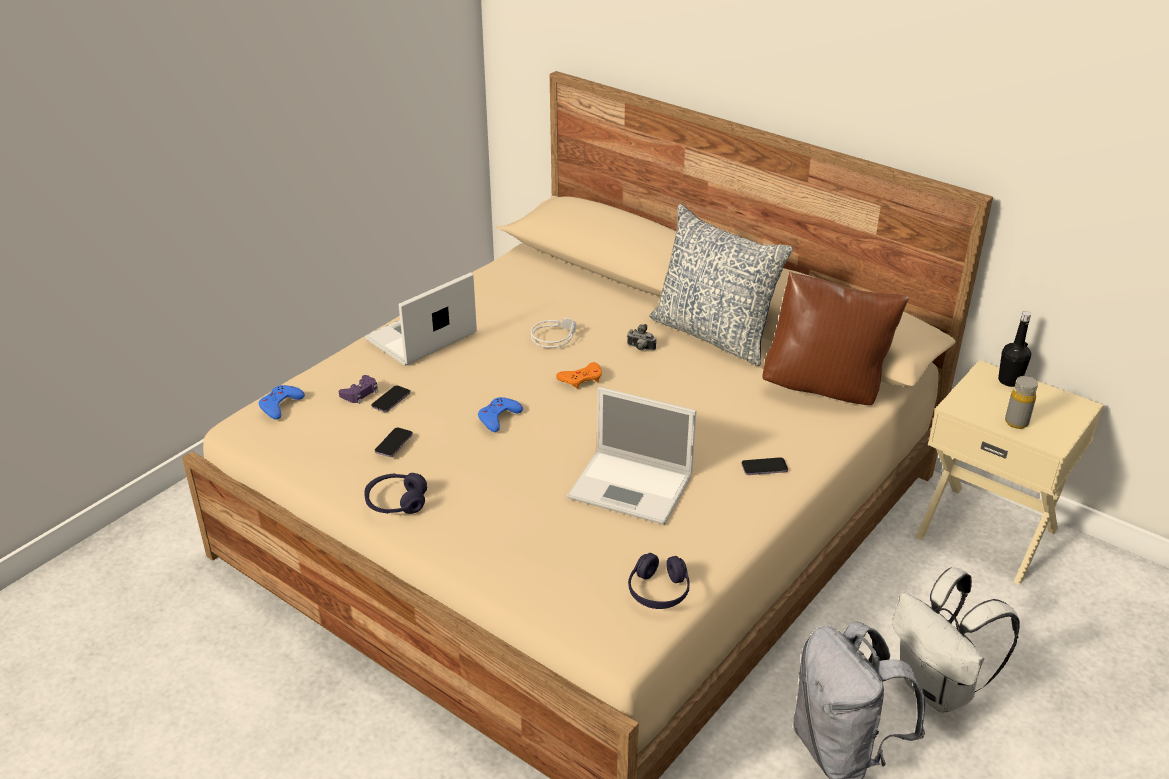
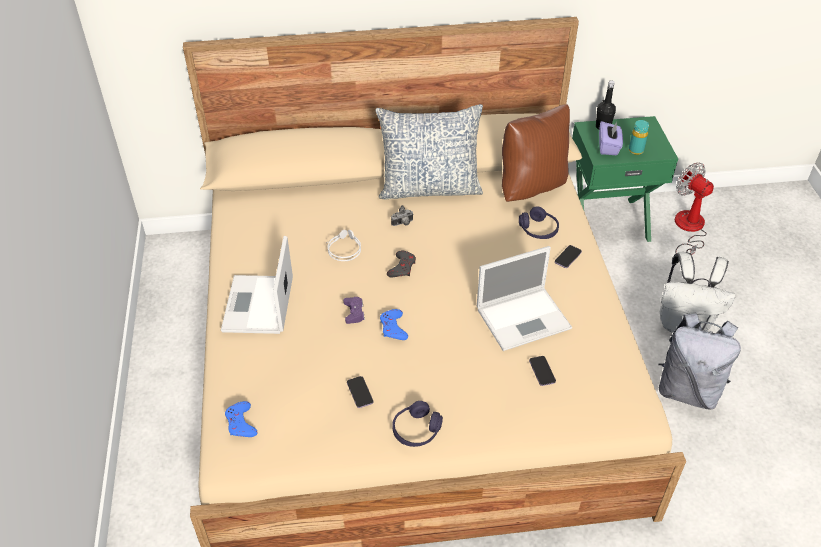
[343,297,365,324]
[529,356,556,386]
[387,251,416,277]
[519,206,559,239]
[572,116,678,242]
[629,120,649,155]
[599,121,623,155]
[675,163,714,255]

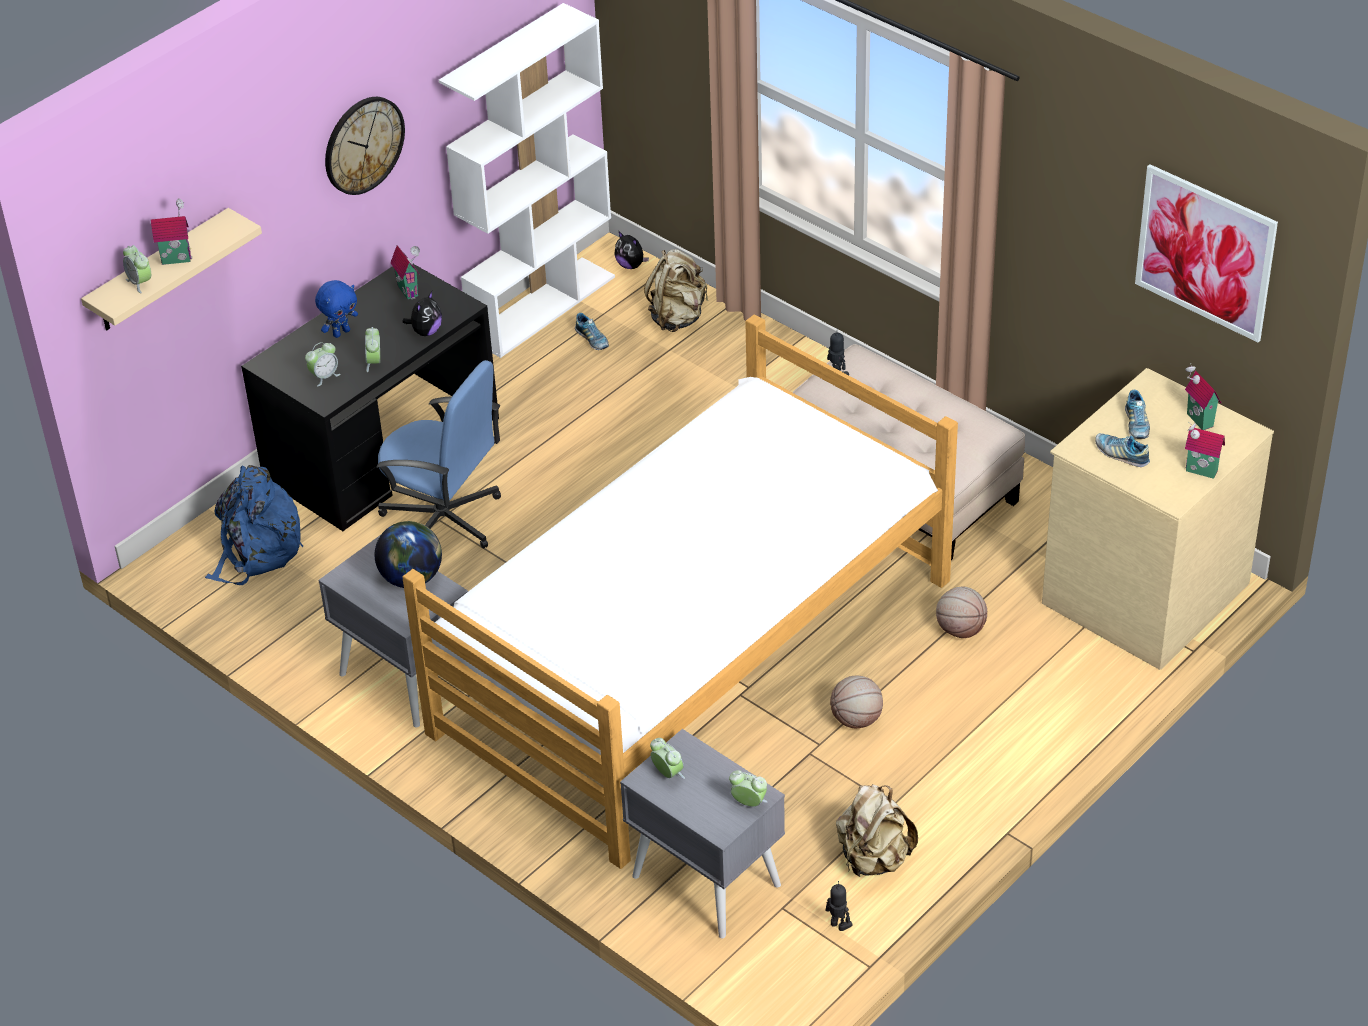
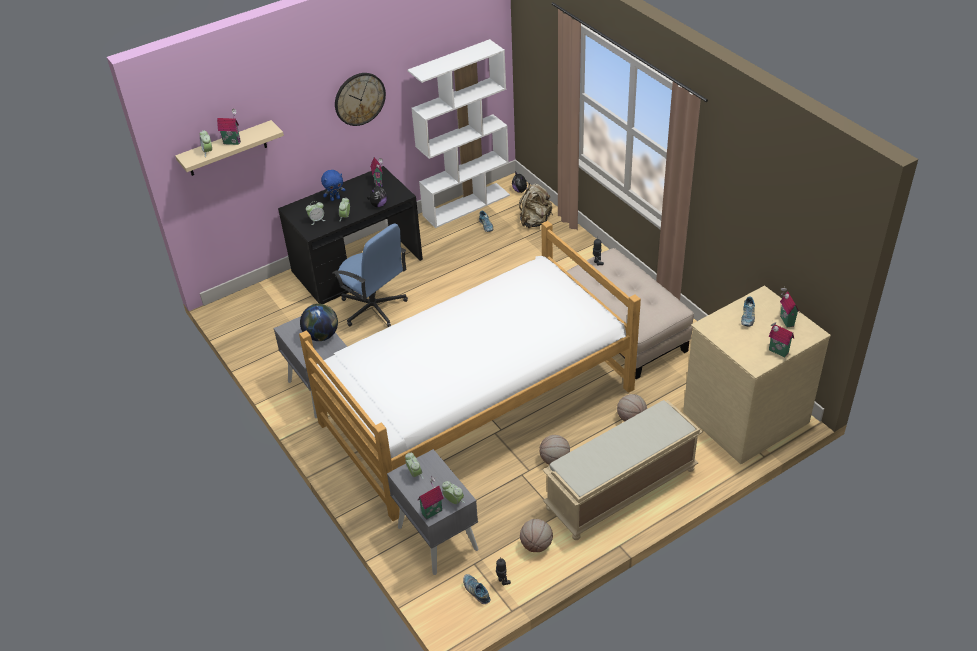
[205,465,303,585] (first image)
[520,519,553,552]
[463,574,491,604]
[1135,164,1278,342] (first image)
[417,476,444,520]
[543,400,703,540]

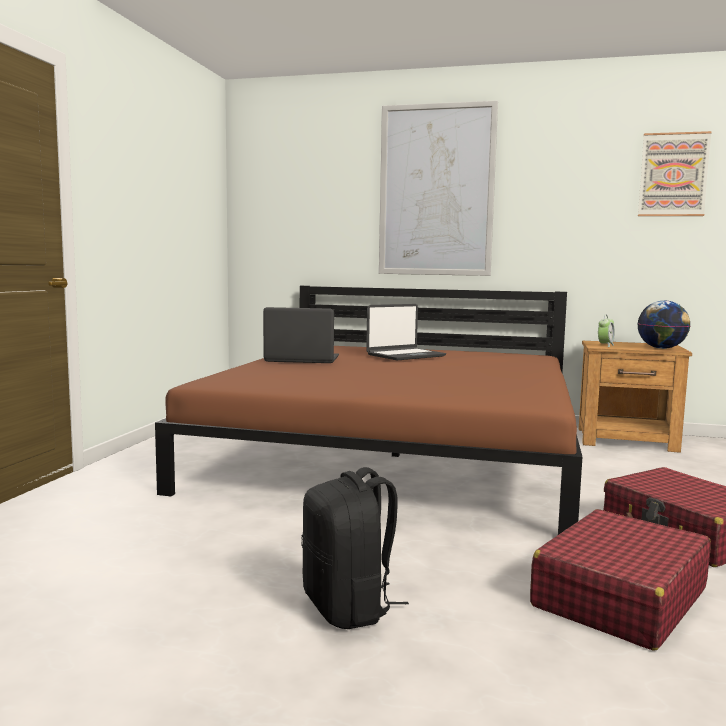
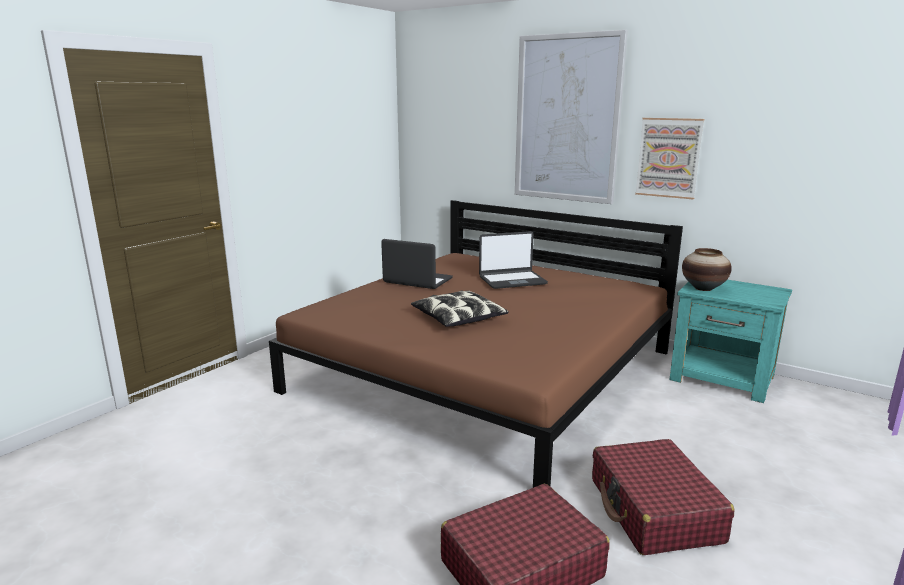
[301,467,409,629] (first image)
[669,280,792,403]
[682,248,732,291]
[637,301,690,349] (first image)
[635,118,704,199]
[411,290,509,327]

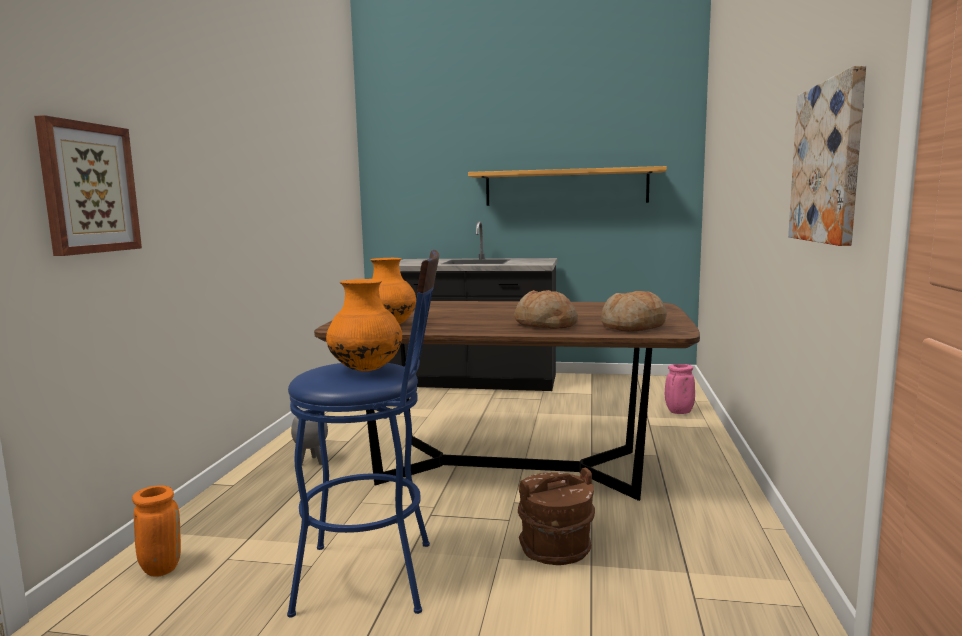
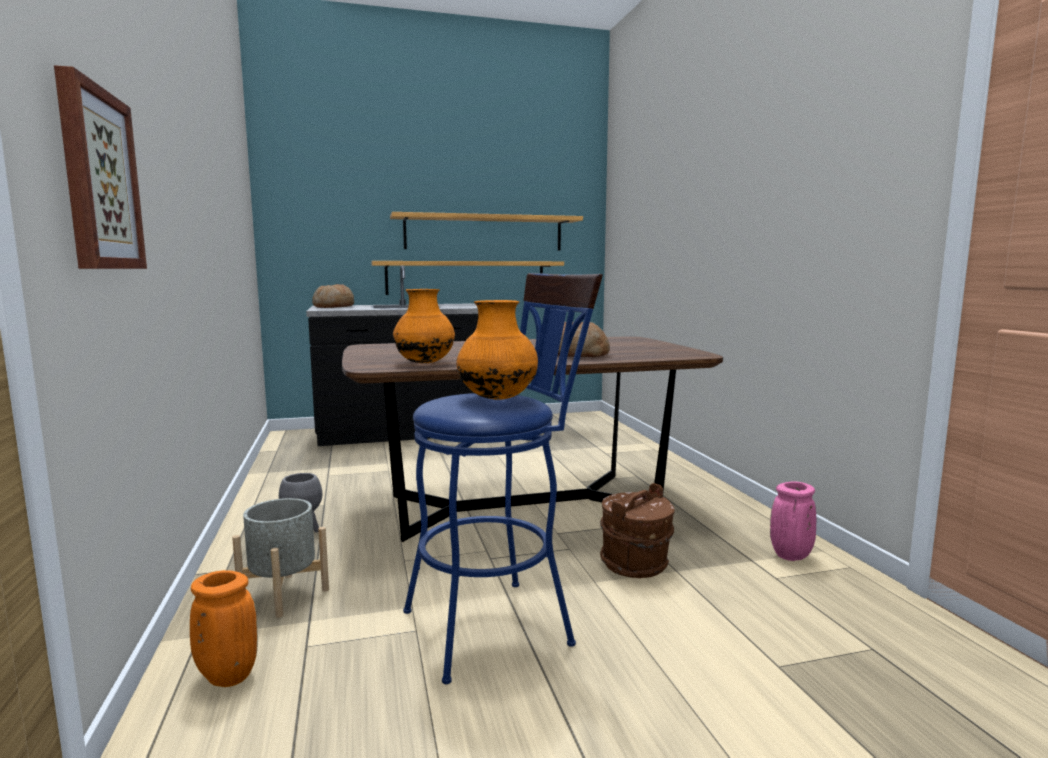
[312,284,354,308]
[770,482,816,561]
[788,65,866,246] (first image)
[232,498,329,618]
[372,261,564,295]

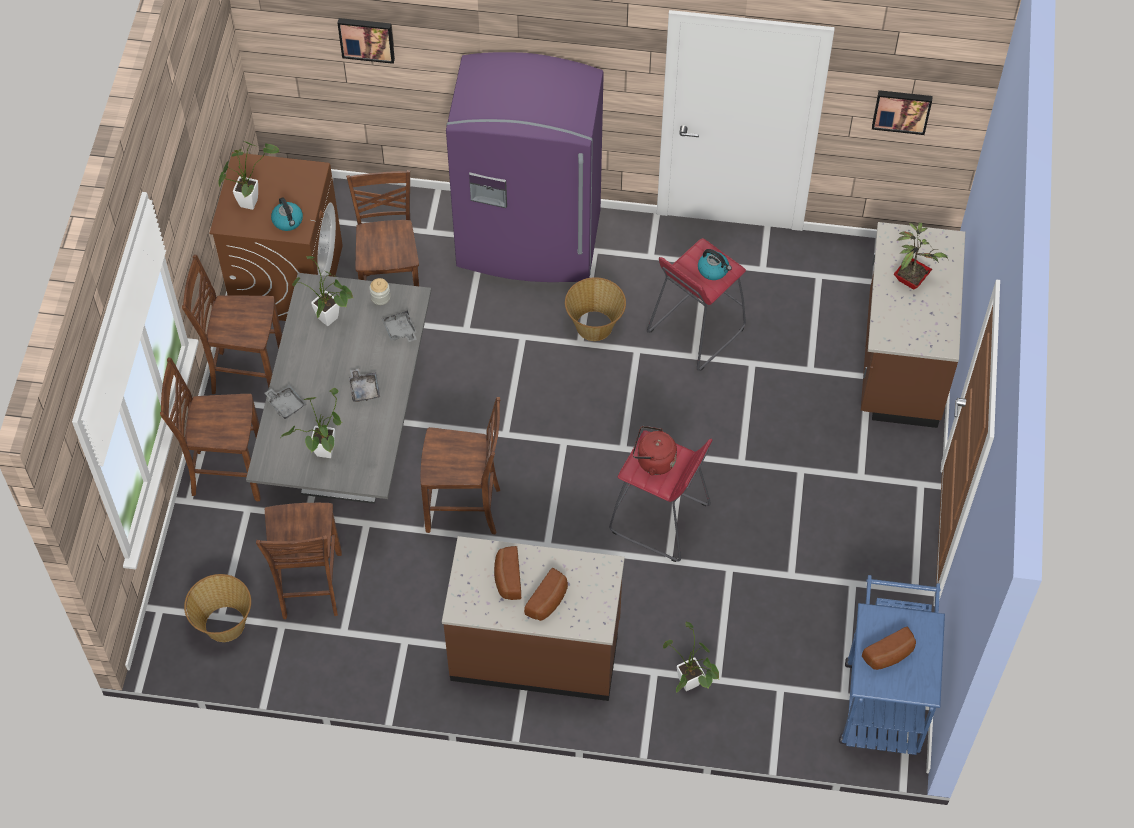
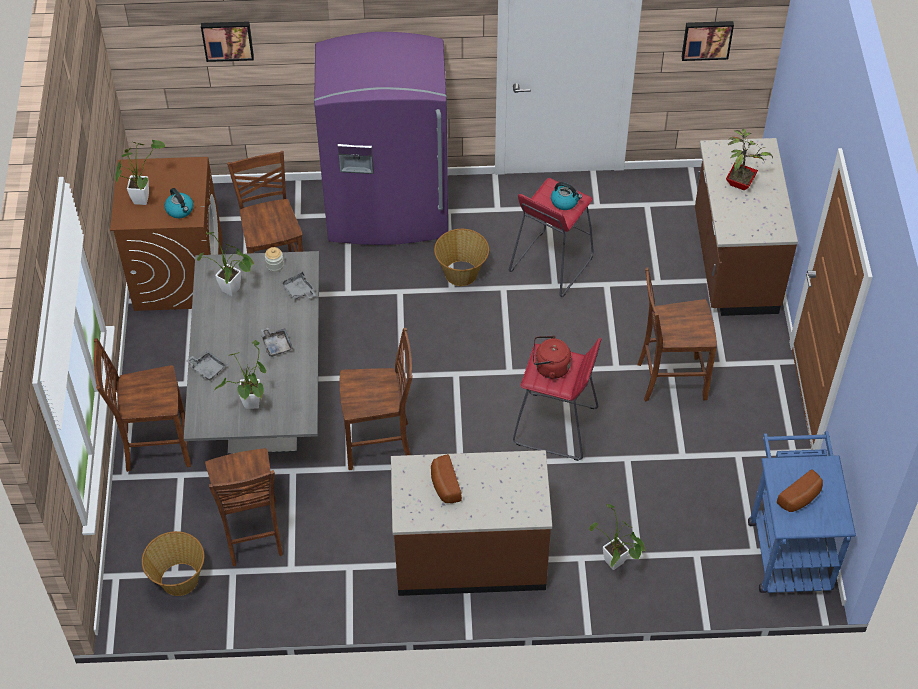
[637,268,717,401]
[524,568,568,621] (first image)

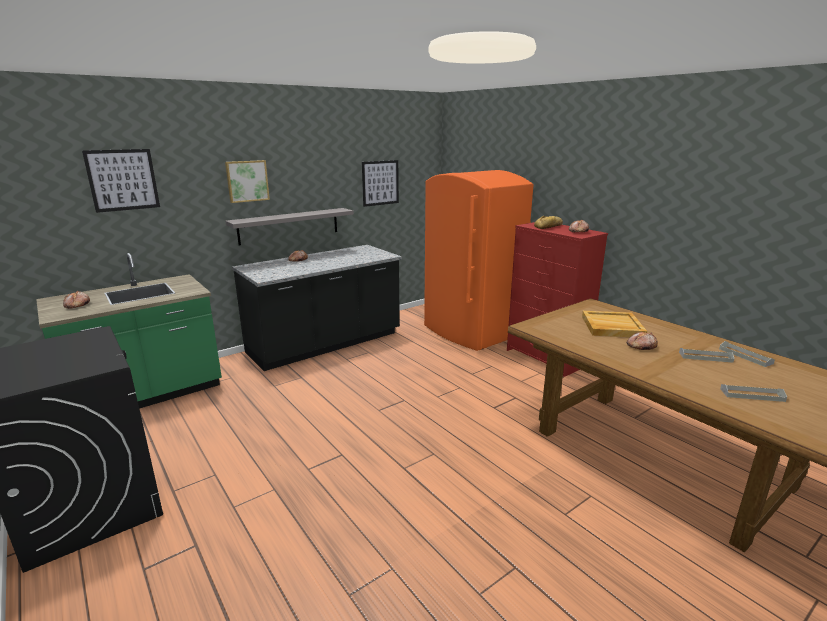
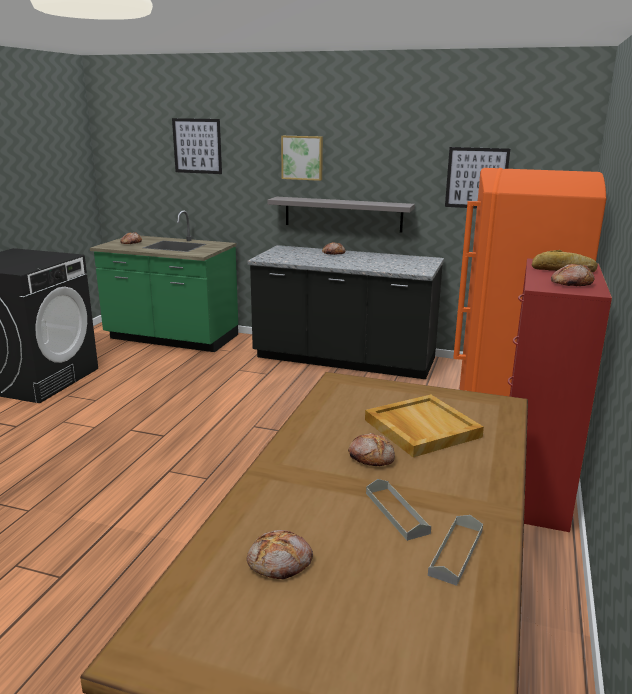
[247,530,313,580]

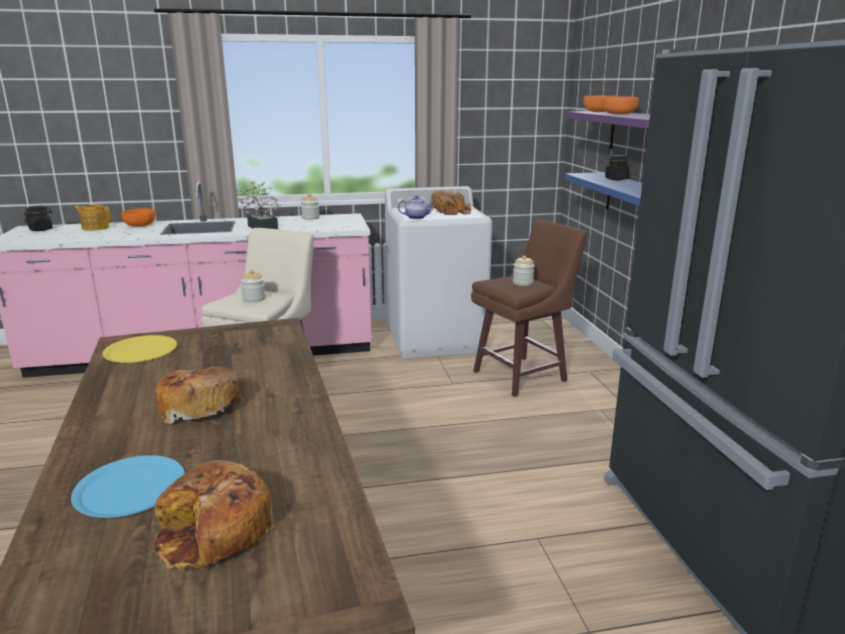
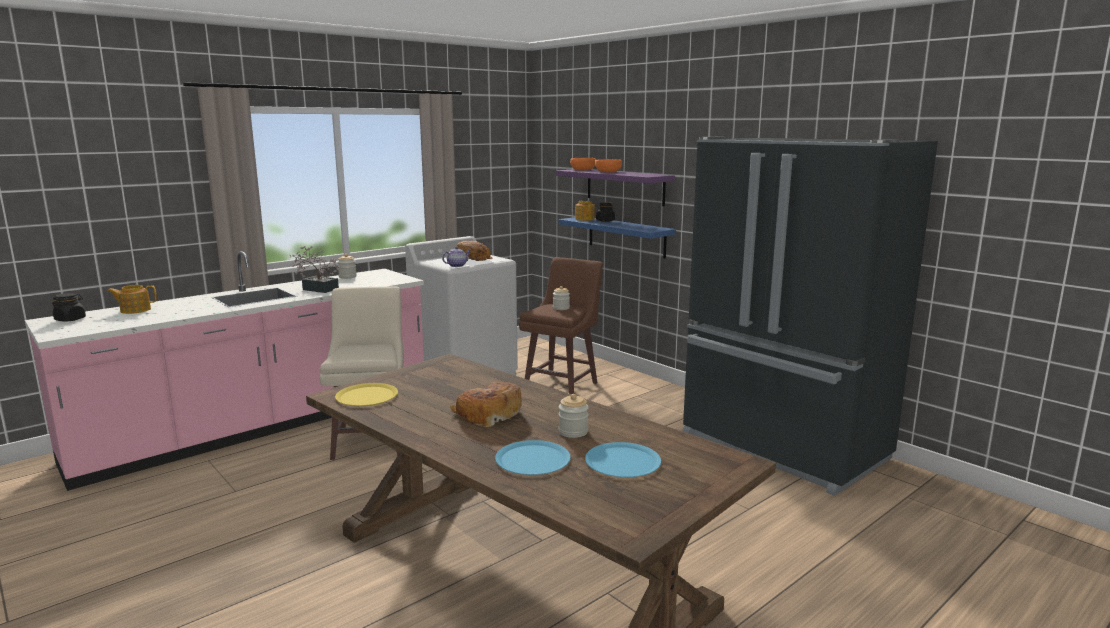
[121,208,156,227] (first image)
[585,442,661,477]
[558,394,589,438]
[575,201,595,221]

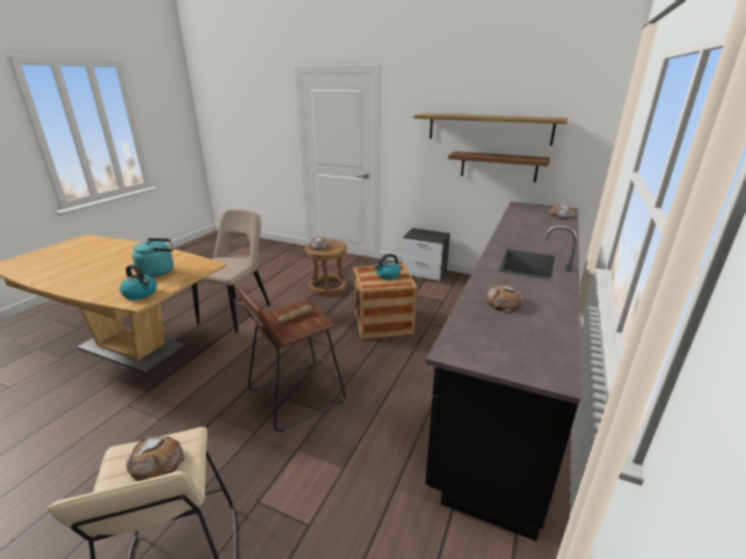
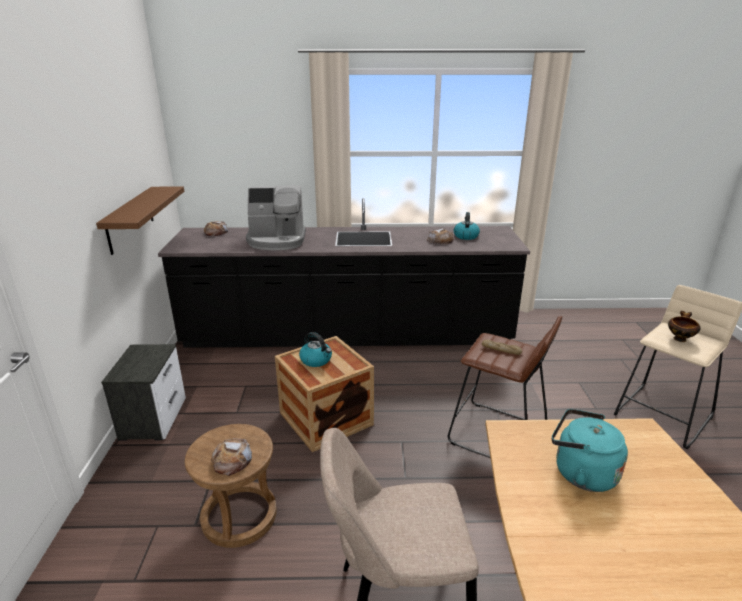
[454,212,480,240]
[668,311,701,342]
[414,113,568,145] (first image)
[246,185,306,250]

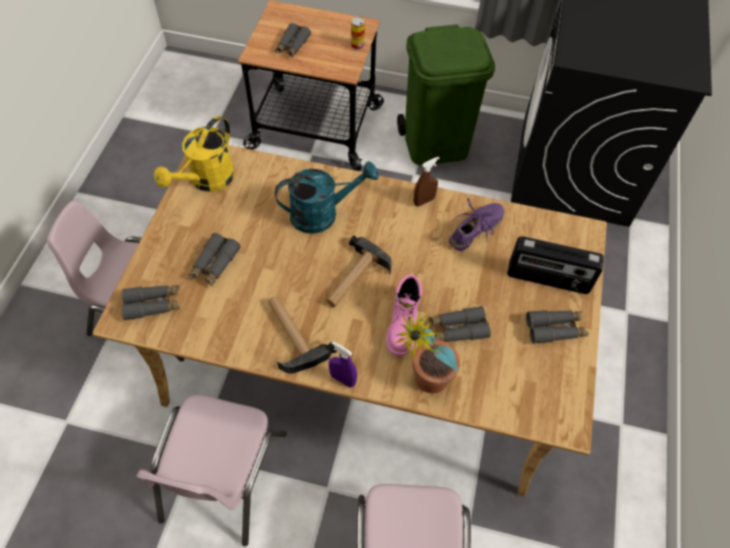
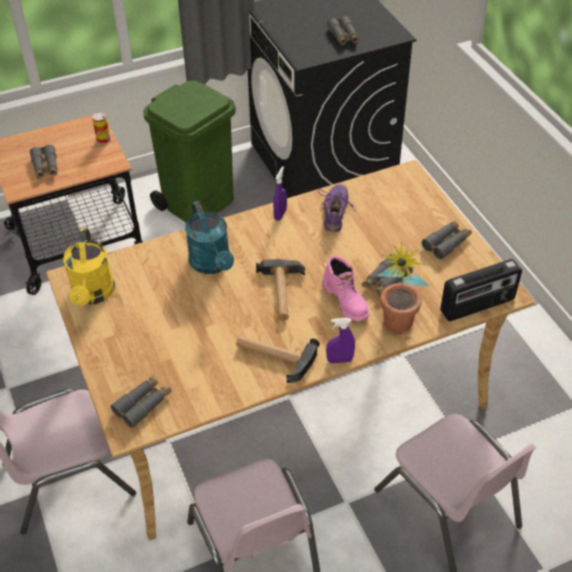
[327,16,359,46]
[185,201,234,274]
[273,166,287,221]
[440,259,522,321]

